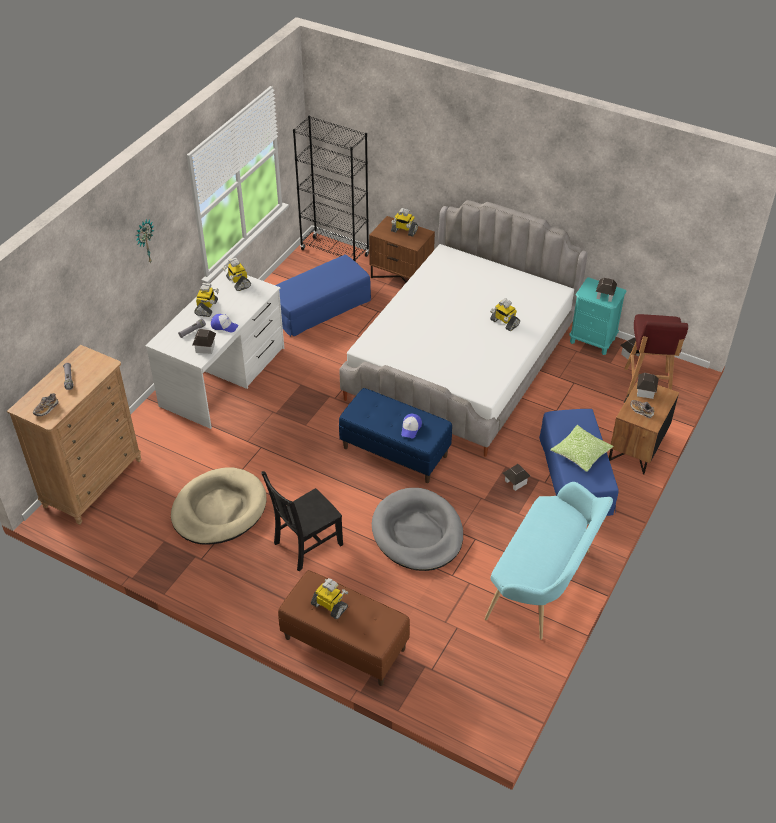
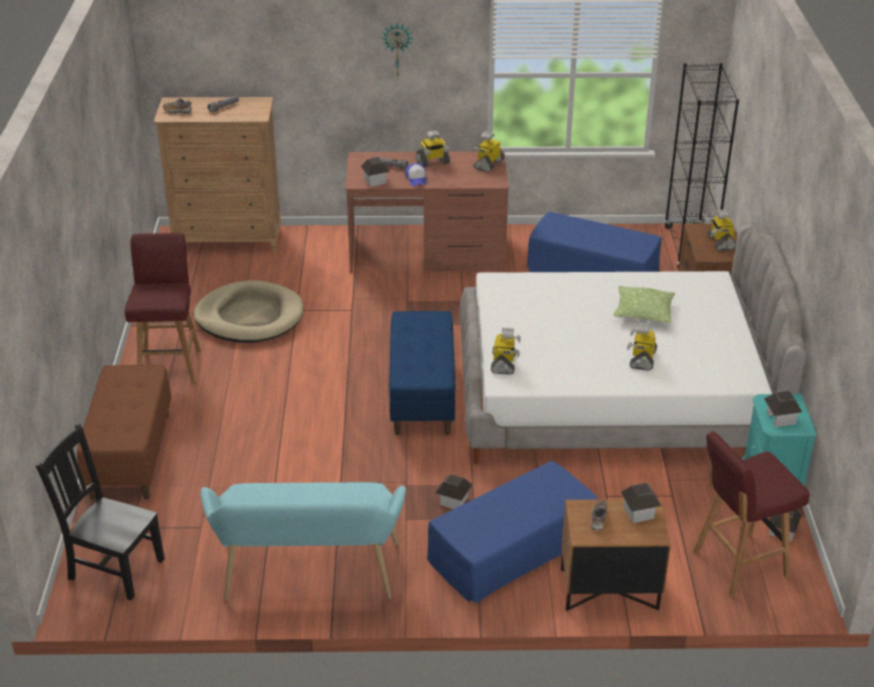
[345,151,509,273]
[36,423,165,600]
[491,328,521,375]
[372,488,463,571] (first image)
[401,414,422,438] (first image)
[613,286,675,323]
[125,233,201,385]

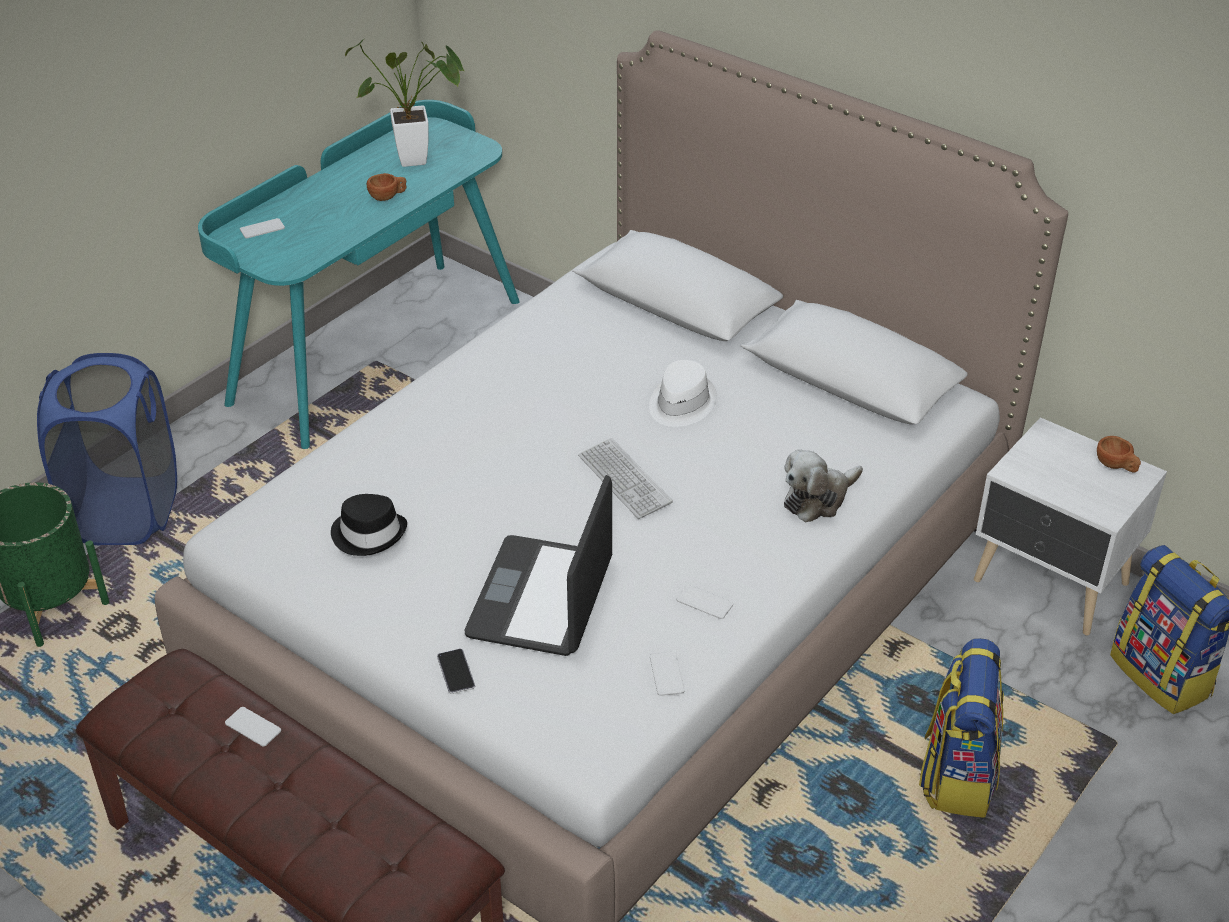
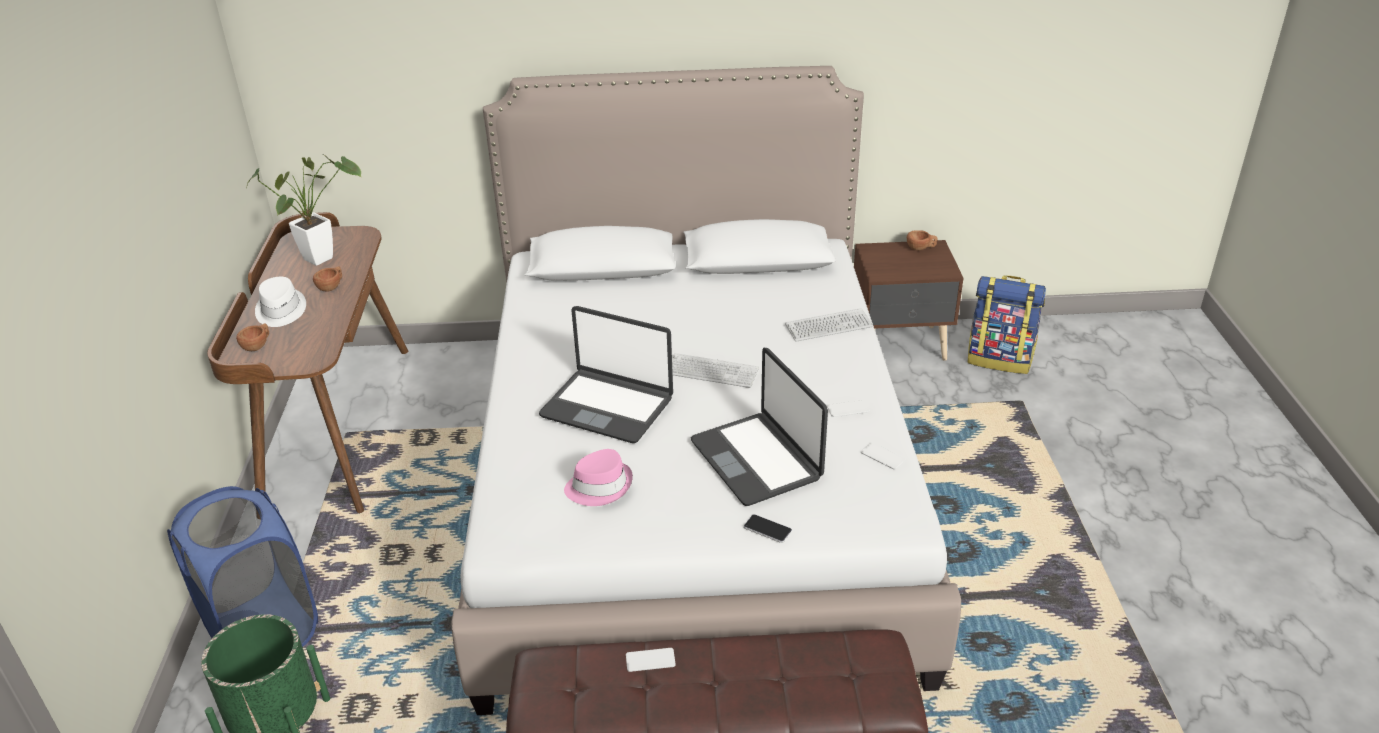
[207,212,408,513]
[236,323,269,351]
[564,449,633,506]
[255,277,306,327]
[785,308,873,342]
[919,638,1004,818] (first image)
[854,240,964,361]
[539,306,673,443]

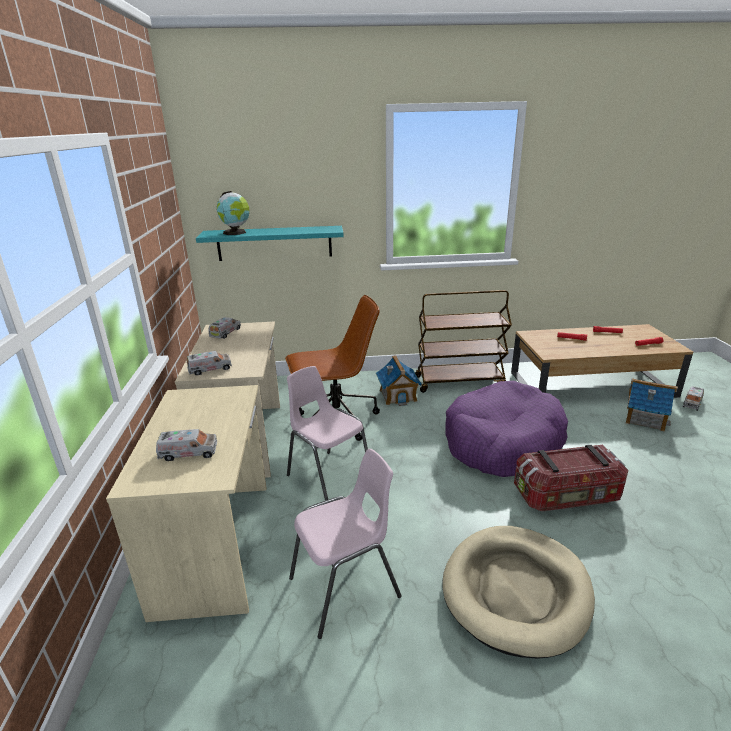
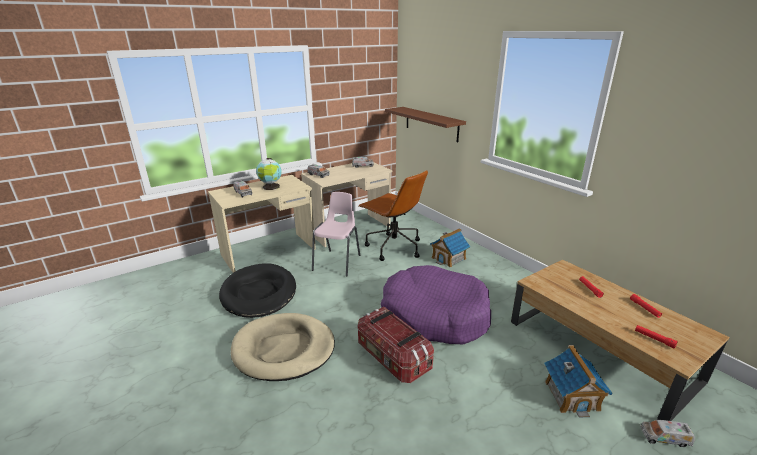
[385,107,466,142]
[256,158,282,190]
[219,263,296,318]
[415,290,512,393] (first image)

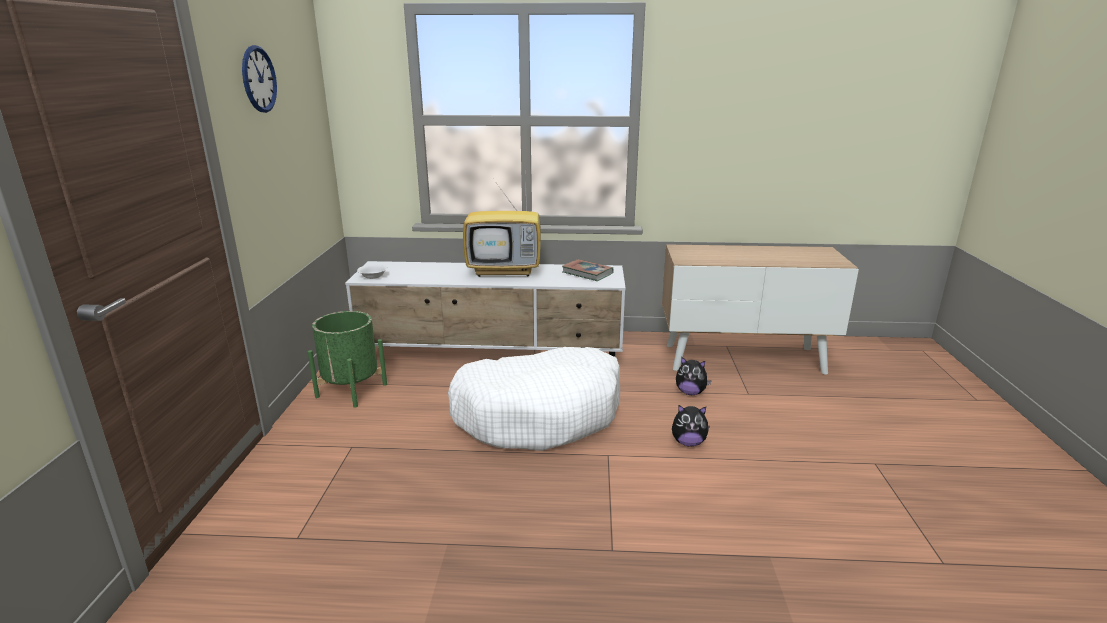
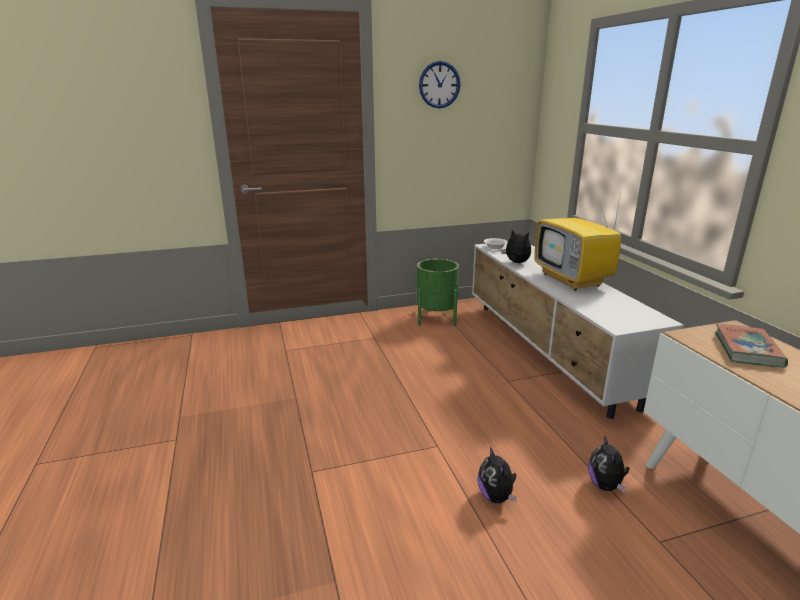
[448,347,620,451] (first image)
[715,323,788,367]
[501,229,531,263]

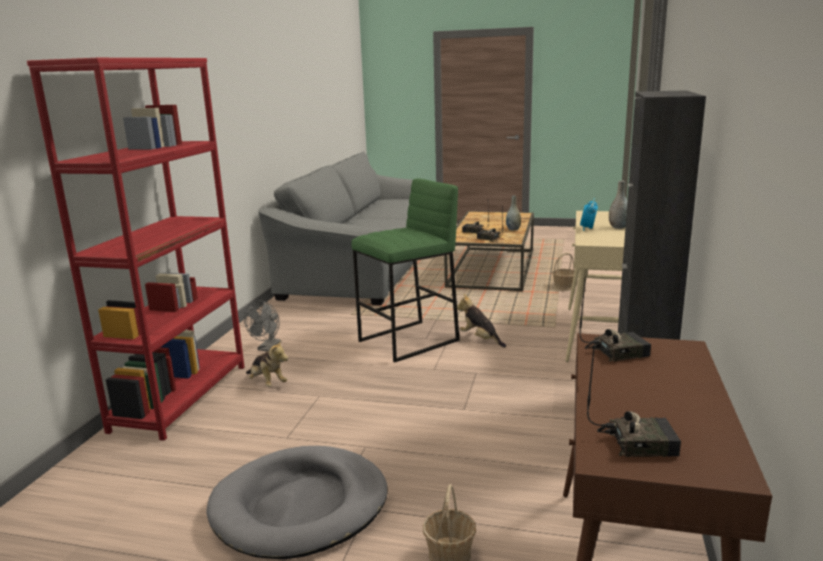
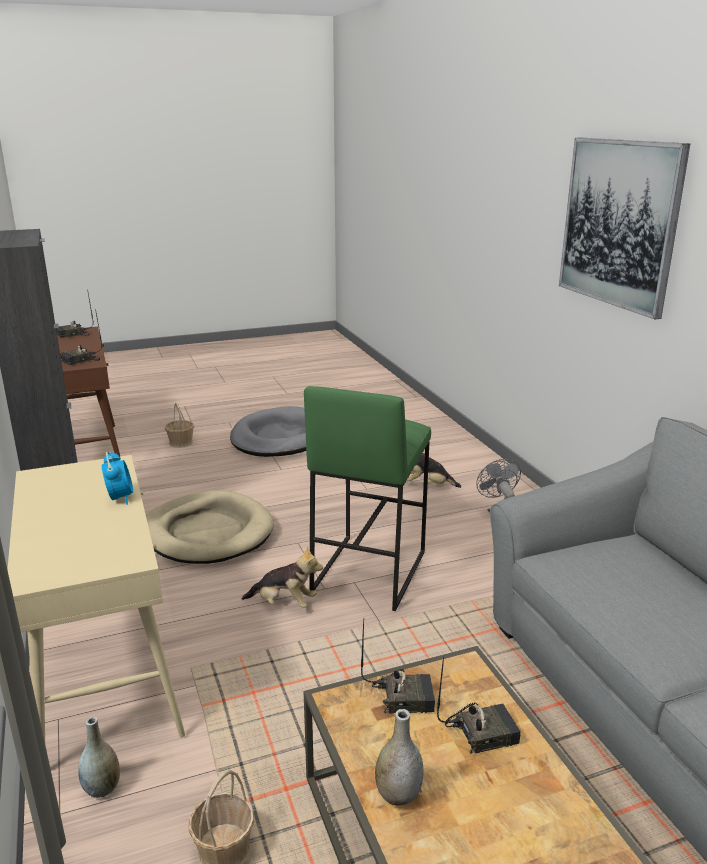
[27,58,244,441] (first image)
[78,717,120,798]
[146,490,274,564]
[559,138,690,319]

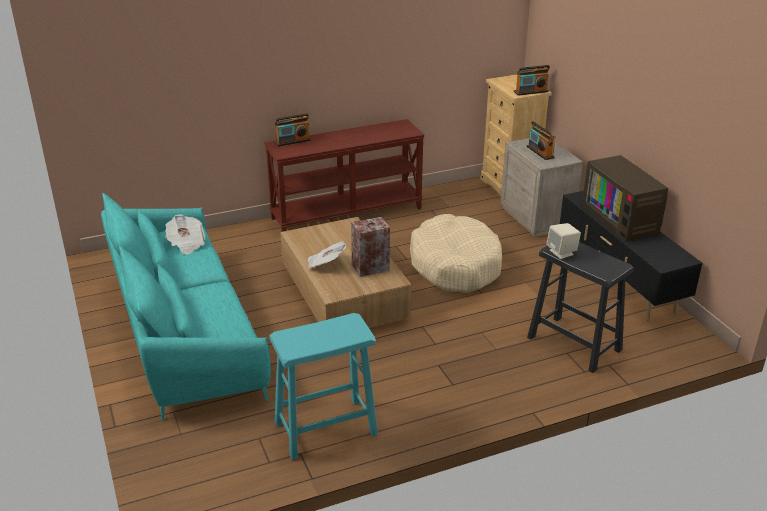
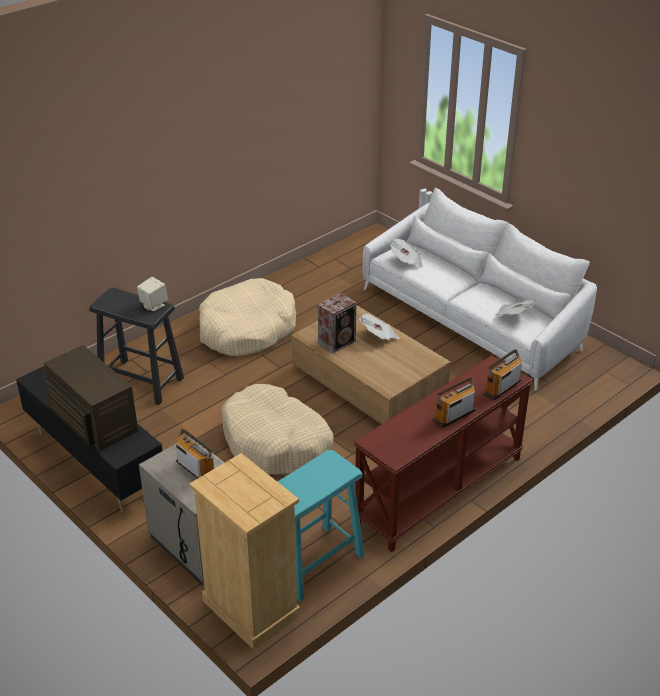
[363,187,597,390]
[277,450,365,601]
[433,378,476,428]
[199,278,296,356]
[388,239,423,267]

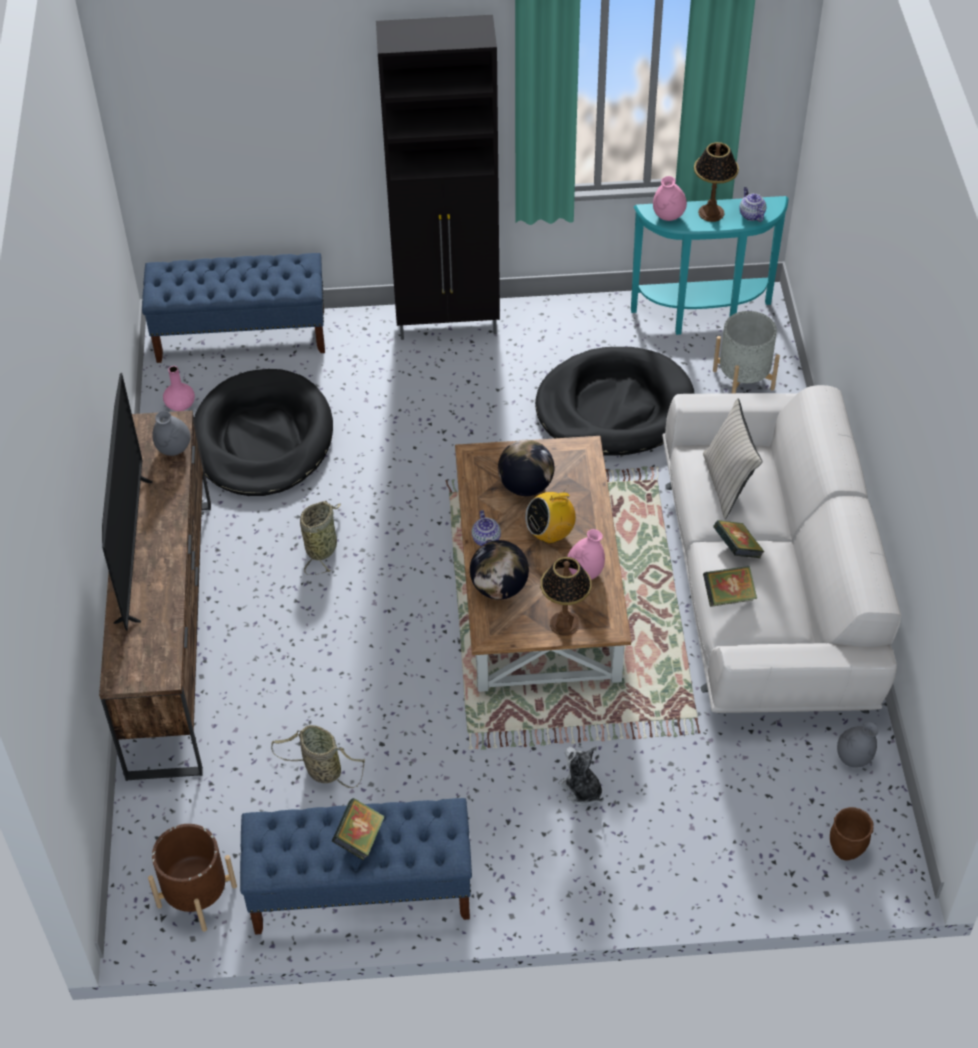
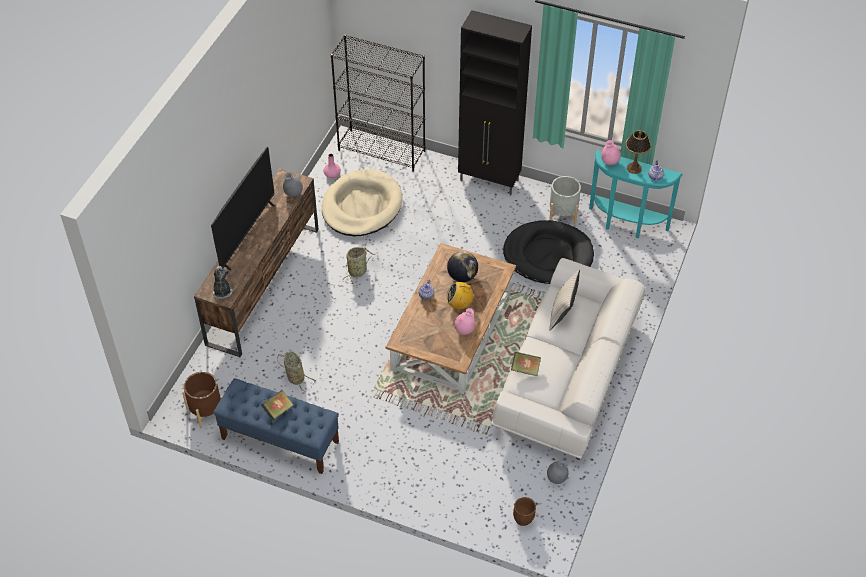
[331,35,425,172]
[322,169,402,236]
[470,540,529,600] (first image)
[540,557,592,636] (first image)
[212,266,233,299]
[549,176,581,225]
[713,520,765,558] (first image)

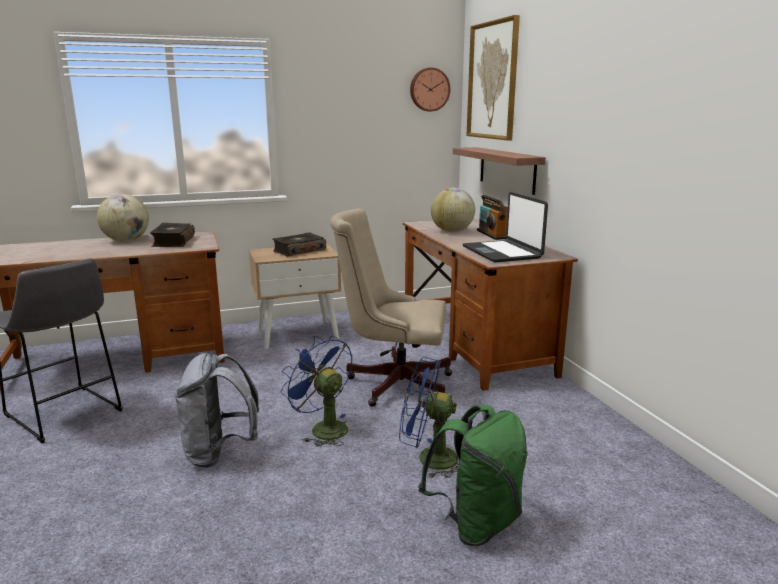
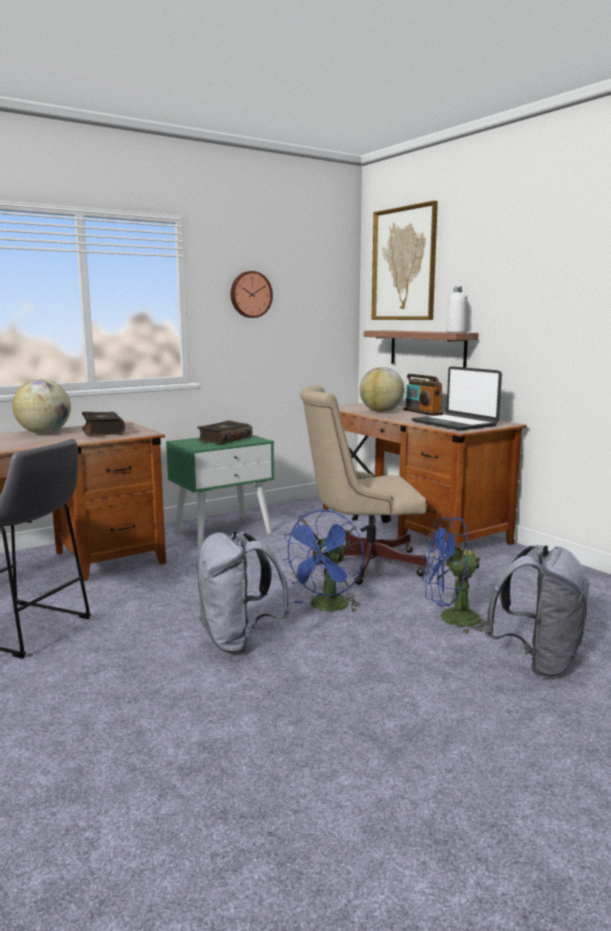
[166,435,274,548]
[281,510,364,613]
[231,271,273,318]
[485,545,590,677]
[446,287,466,333]

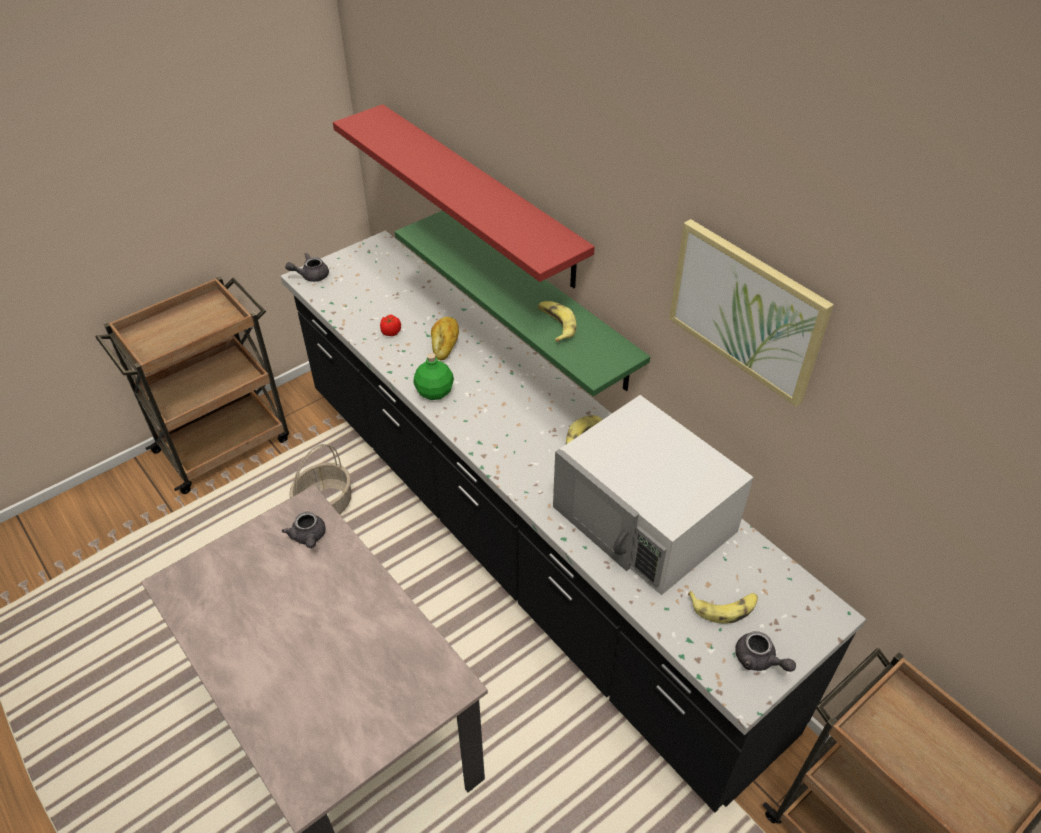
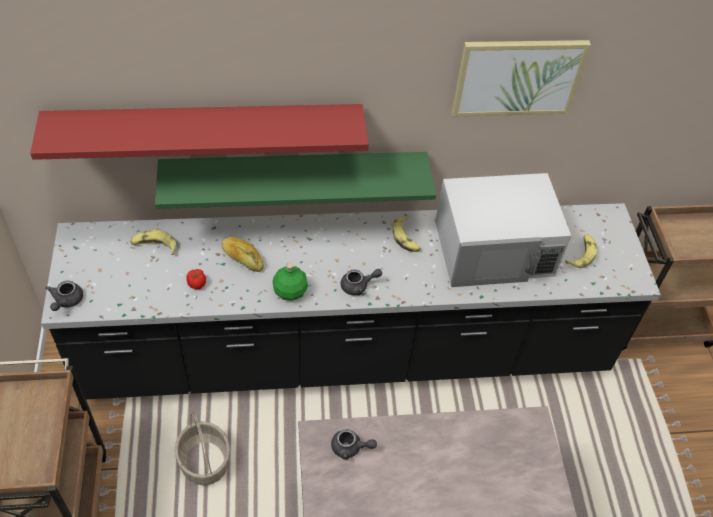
[130,230,177,255]
[341,269,382,295]

